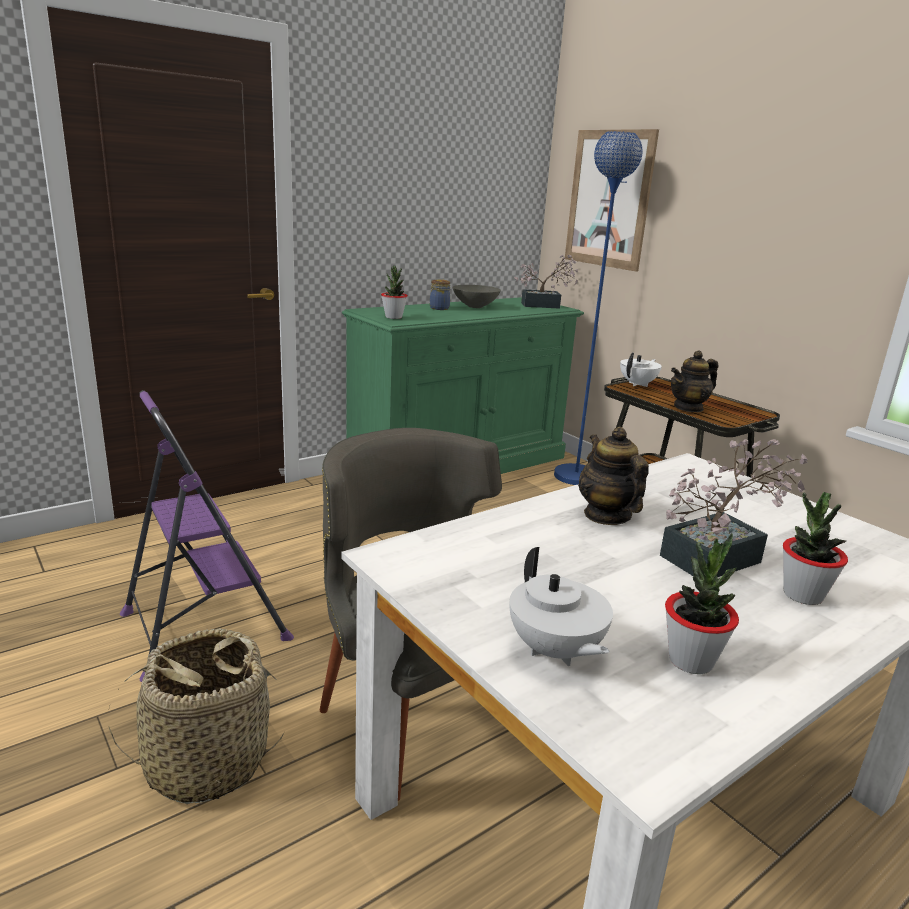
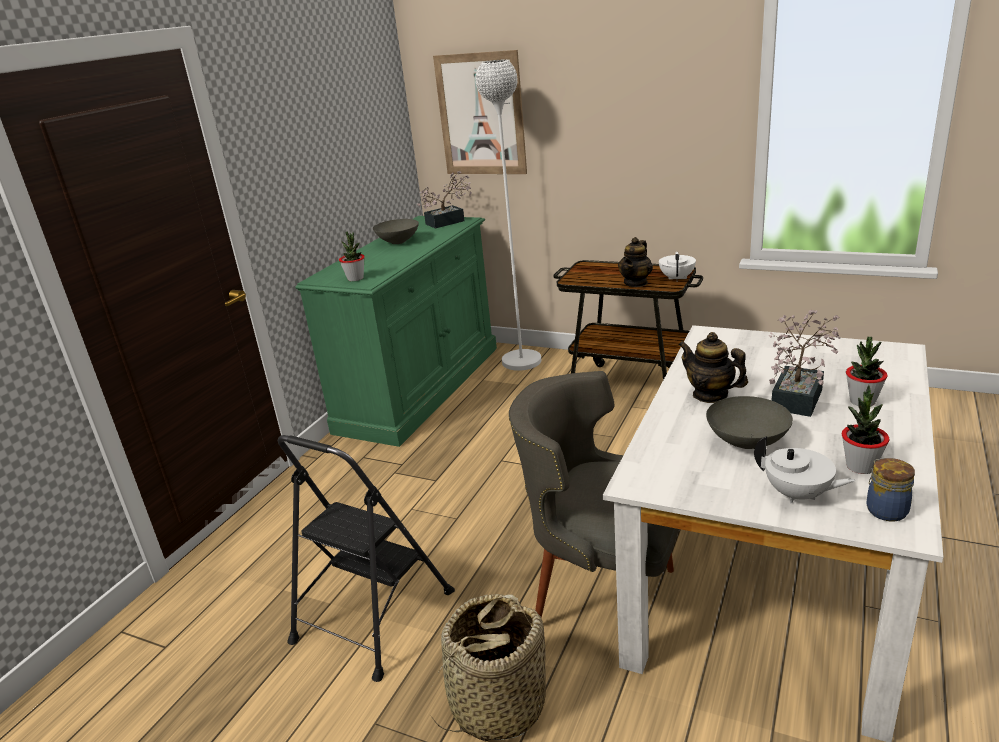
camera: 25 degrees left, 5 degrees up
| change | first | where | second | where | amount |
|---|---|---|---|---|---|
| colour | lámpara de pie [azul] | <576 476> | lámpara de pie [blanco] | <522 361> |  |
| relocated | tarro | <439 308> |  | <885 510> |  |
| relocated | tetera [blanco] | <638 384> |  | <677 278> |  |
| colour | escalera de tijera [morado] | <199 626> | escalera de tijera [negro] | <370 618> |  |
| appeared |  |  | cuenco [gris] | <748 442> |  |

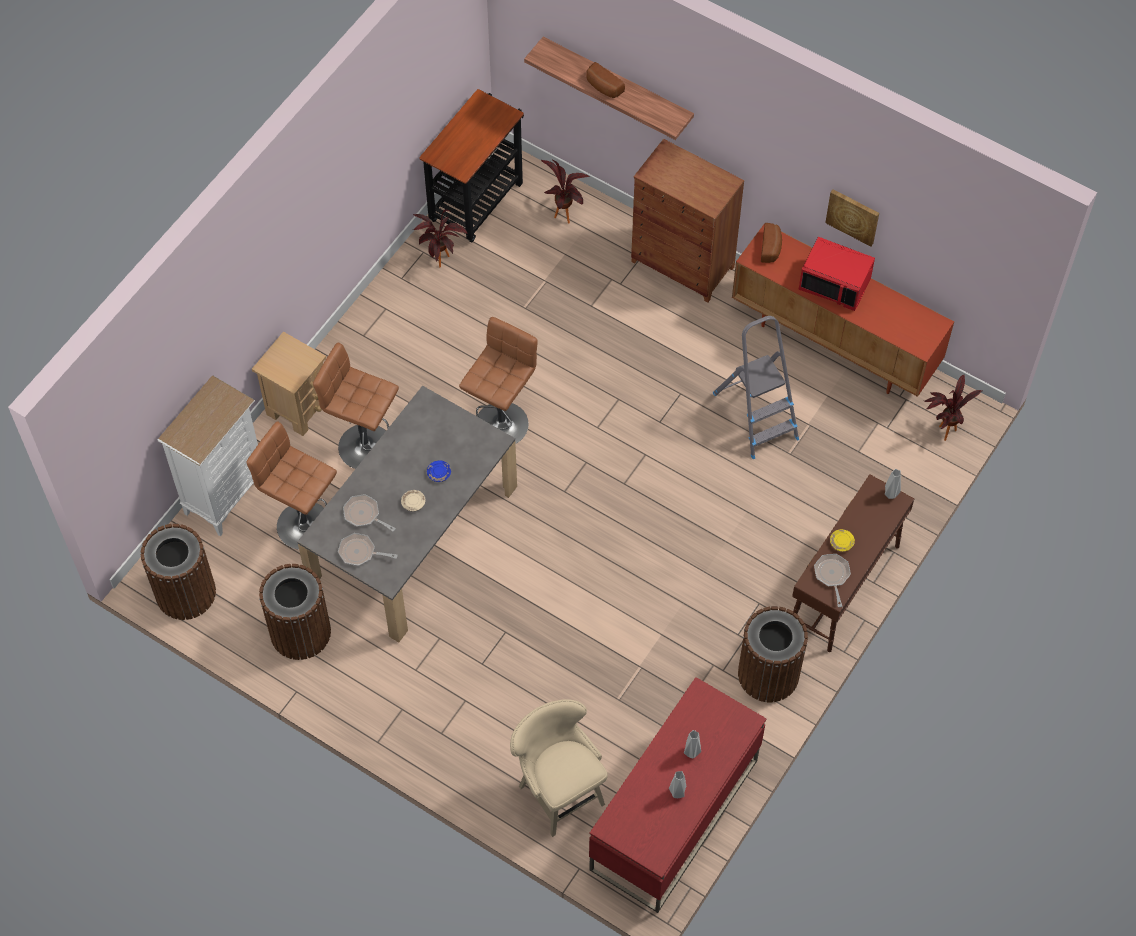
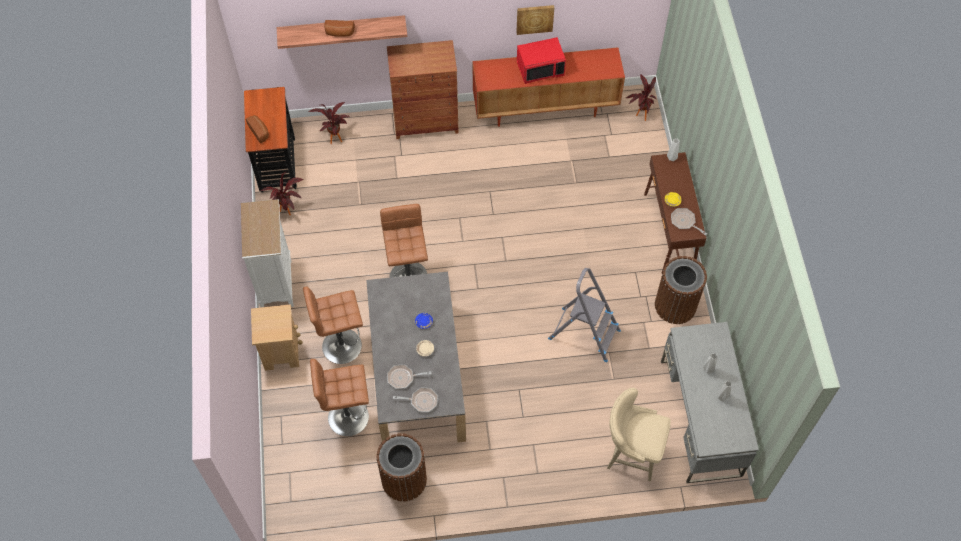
camera: 40 degrees left, 0 degrees up
| change | first | where | second | where | amount |
|---|---|---|---|---|---|
| relocated | pan | <771 248> |  | <259 131> |  |
| relocated | escalera de tijera [gris] | <756 416> |  | <585 335> |  |
| relocated | cómoda [blanco] | <228 496> |  | <277 283> |  |
| missing | papelera [marrón] | <186 592> |  |  |  |
| spun | sartén | <360 552> |  | <421 401> | 150 degrees counterclockwise |
| colour | escritorio [rojo] | <673 816> | escritorio [gris] | <700 418> |  |

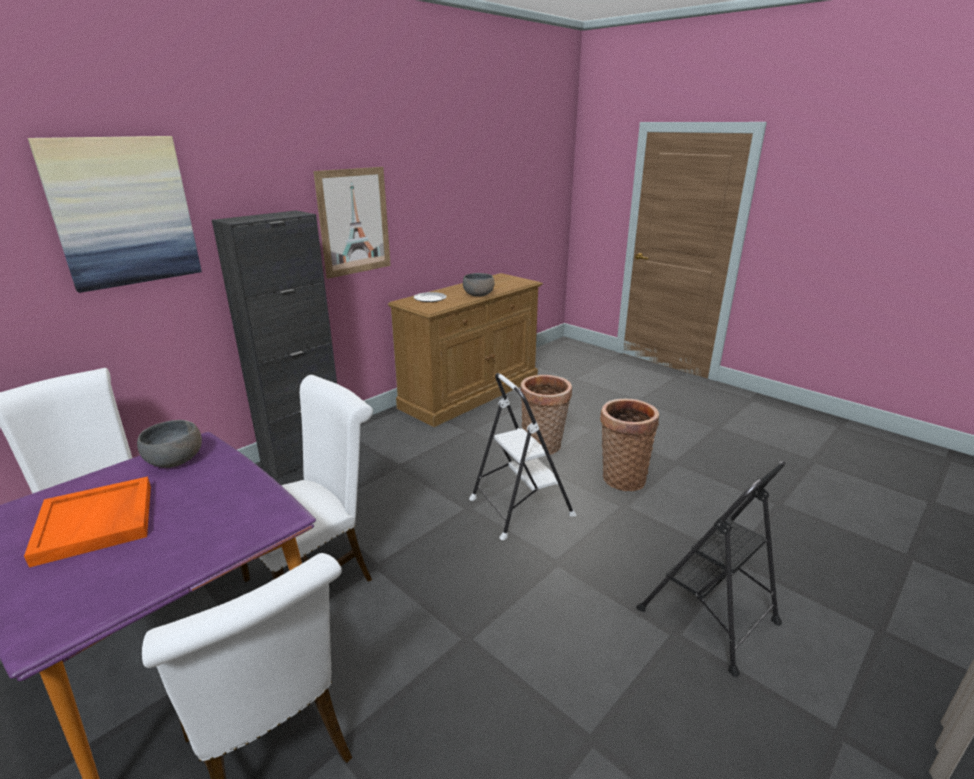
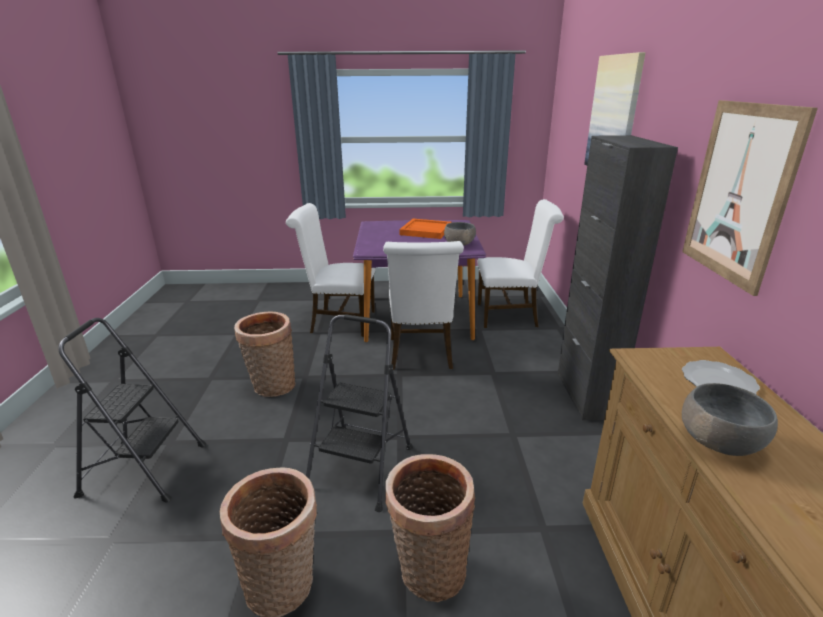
camera: 135 degrees right, 0 degrees up
| change | first | where | second | where | amount |
|---|---|---|---|---|---|
| colour | escalera de tijera [blanco] | <518 507> | escalera de tijera [negro] | <362 465> |  |
| appeared |  |  | cesta | <272 387> |  |

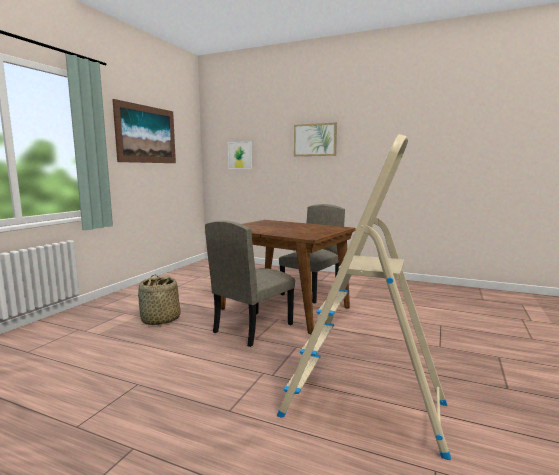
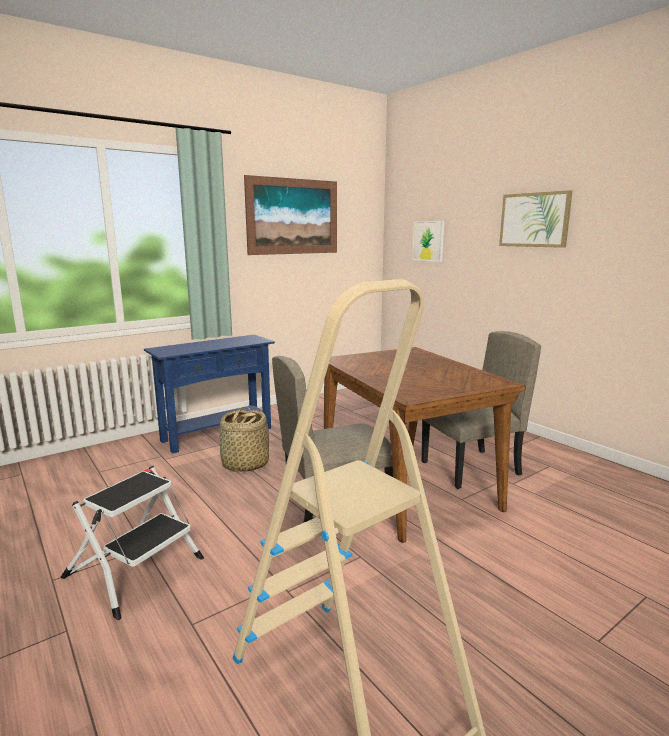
camera: 30 degrees right, 5 degrees up
| change | first | where | second | where | amount |
|---|---|---|---|---|---|
| appeared |  |  | mesa consola [azul] | <217 434> |  |
| appeared |  |  | escalera de tijera | <133 570> |  |

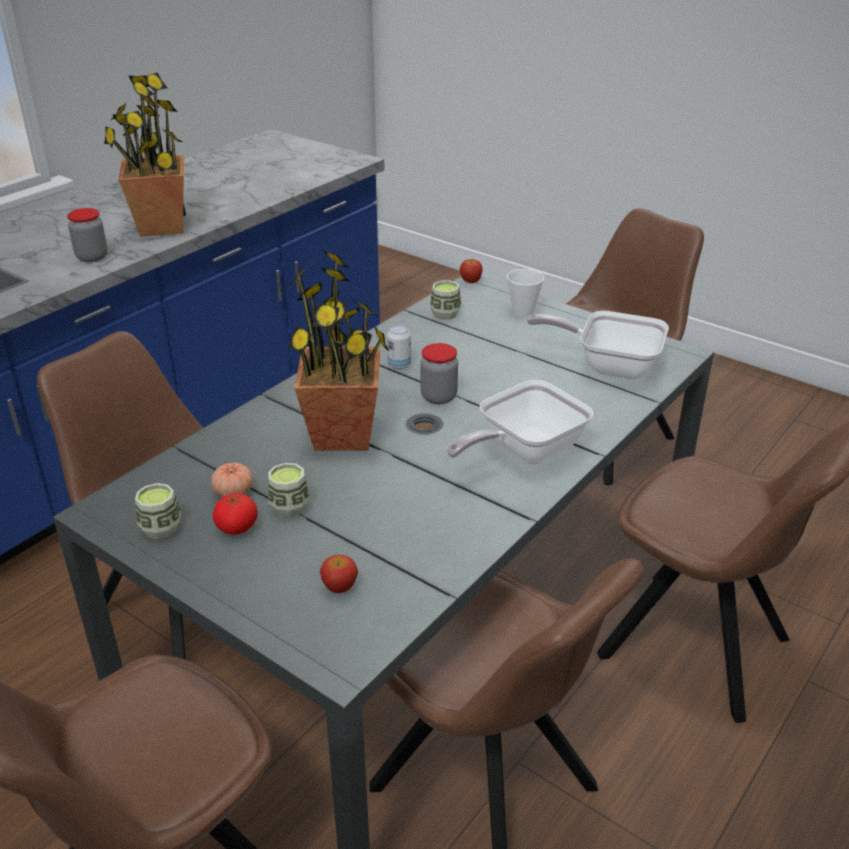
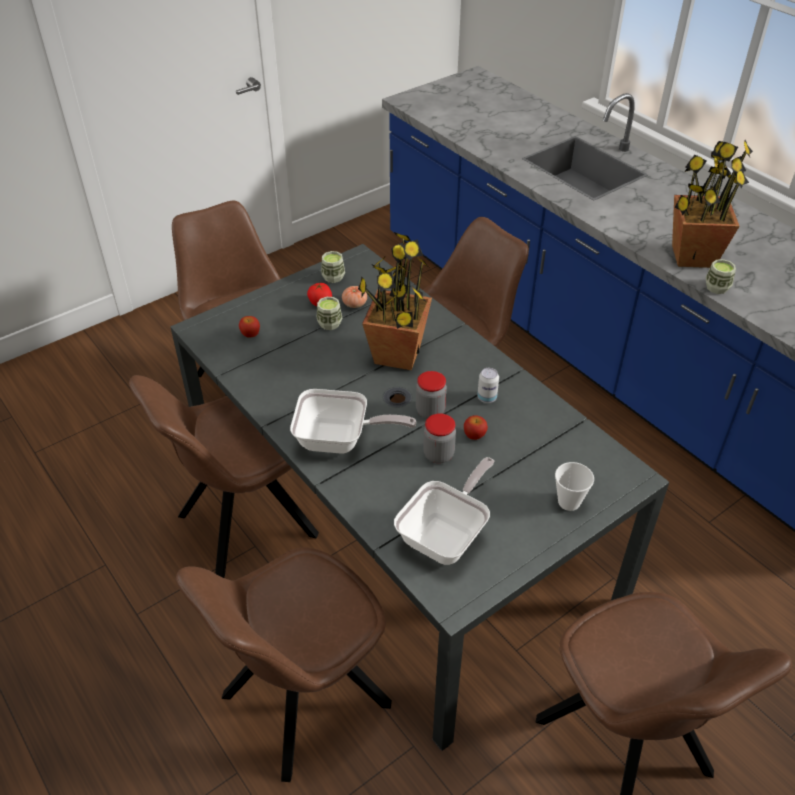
camera: 105 degrees right, 10 degrees up
| change | first | where | second | where | amount |
|---|---|---|---|---|---|
| relocated | tarro | <92 257> |  | <438 454> |  |
| relocated | manzana | <470 281> |  | <474 435> |  |
| relocated | taza | <445 314> |  | <716 288> |  |
| spun | sartén | <523 451> |  | <340 440> | 120 degrees clockwise |

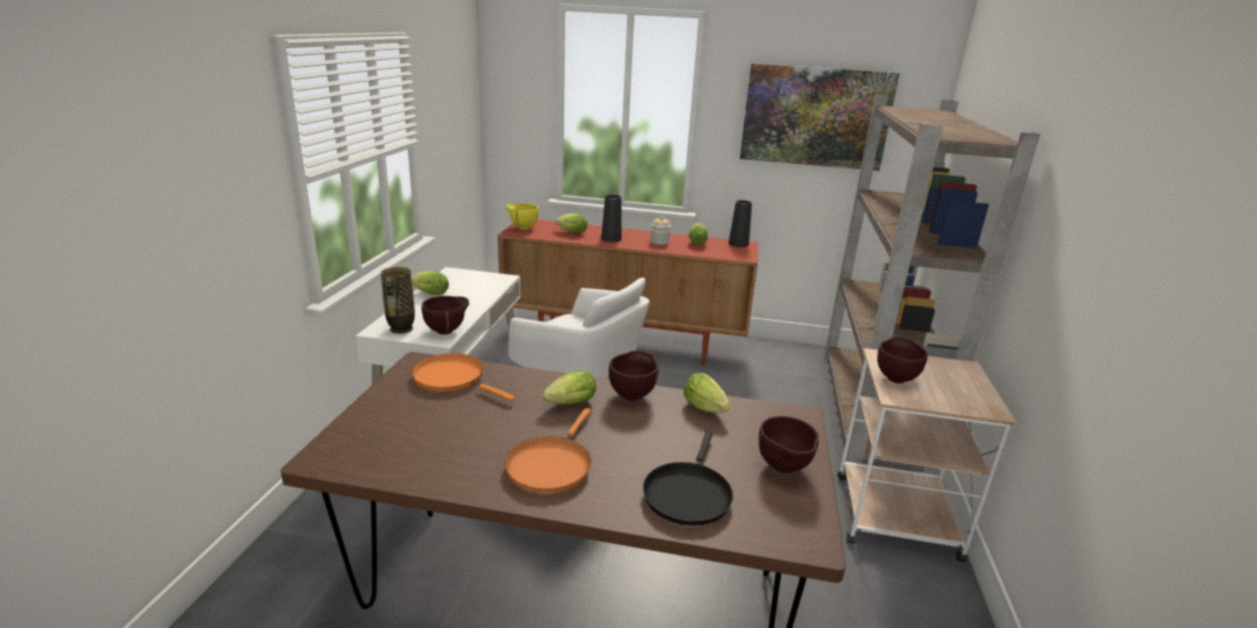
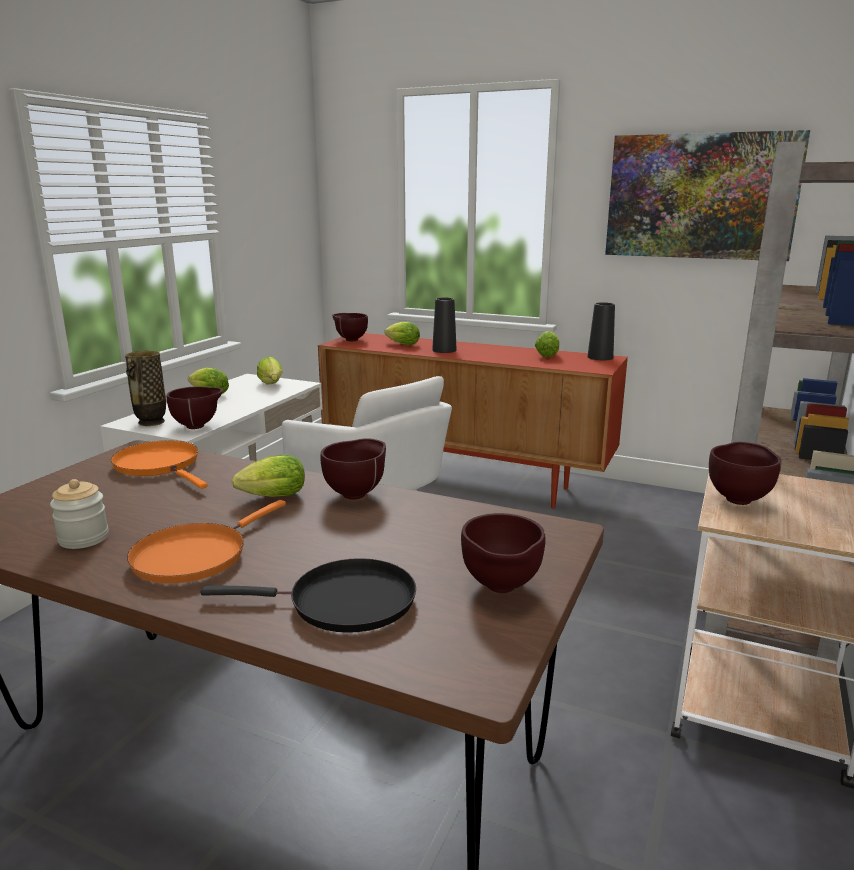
camera: 15 degrees right, 5 degrees down
| change | first | where | second | where | amount |
|---|---|---|---|---|---|
| colour | cuenco [amarillo] | <522 228> | cuenco [marrón] | <350 340> |  |
| relocated | tarro | <659 242> |  | <83 538> |  |
| relocated | lechuga | <706 409> |  | <272 385> |  |
| spun | sartén [negro] | <687 493> |  | <344 602> | 120 degrees counterclockwise |

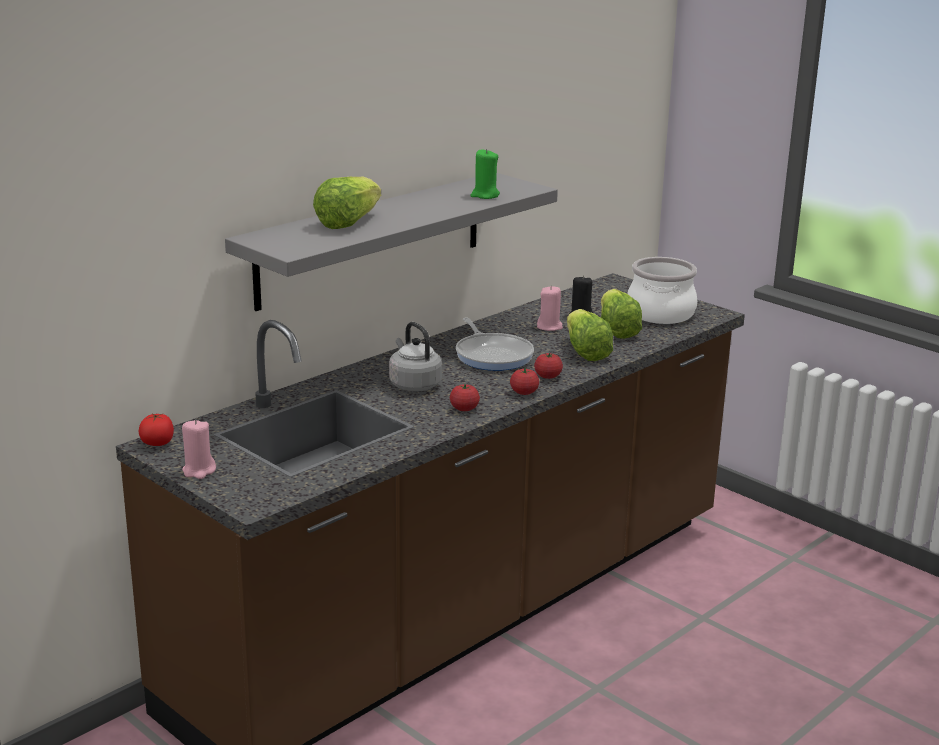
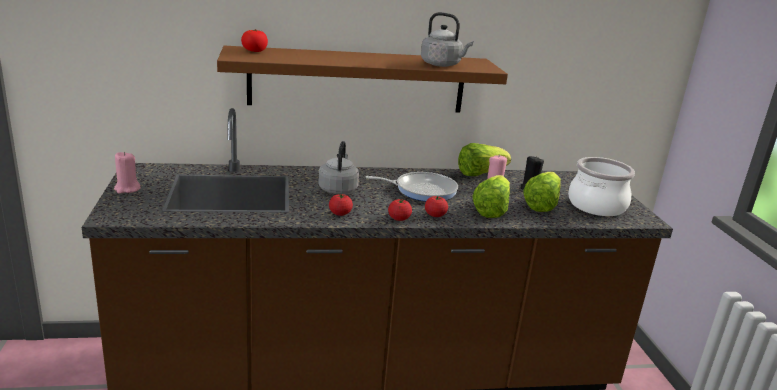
camera: 35 degrees right, 0 degrees up
| change | first | where | second | where | amount |
|---|---|---|---|---|---|
| exchanged | vela [verde] | <485 195> | hervidor [gris] | <442 65> |  |
| colour | estante [gris] | <371 239> | estante [marrón] | <358 80> |  |
| relocated | lechuga | <348 223> |  | <480 174> |  |
| spun | sartén | <493 355> |  | <422 190> | 105 degrees counterclockwise |
| relocated | tomate | <157 443> |  | <254 51> |  |

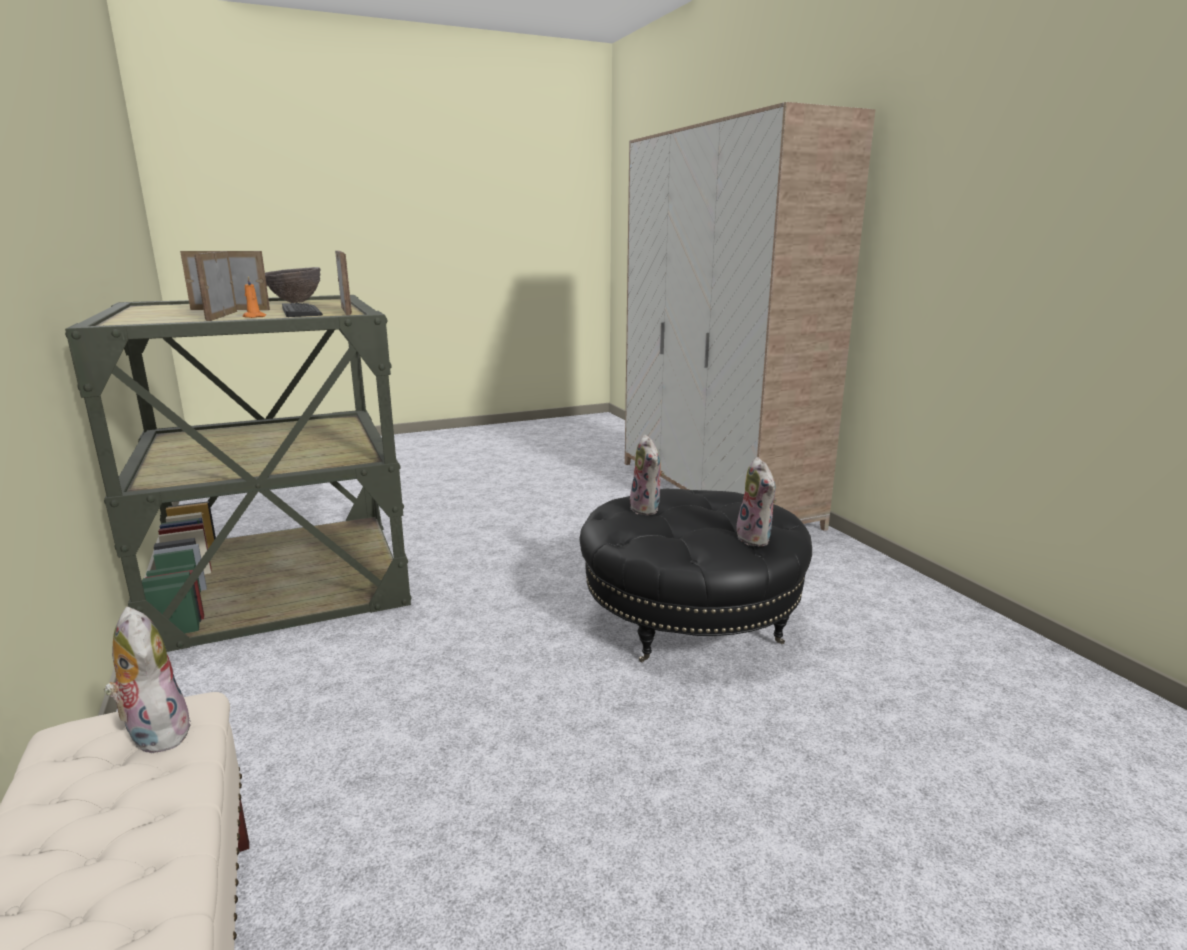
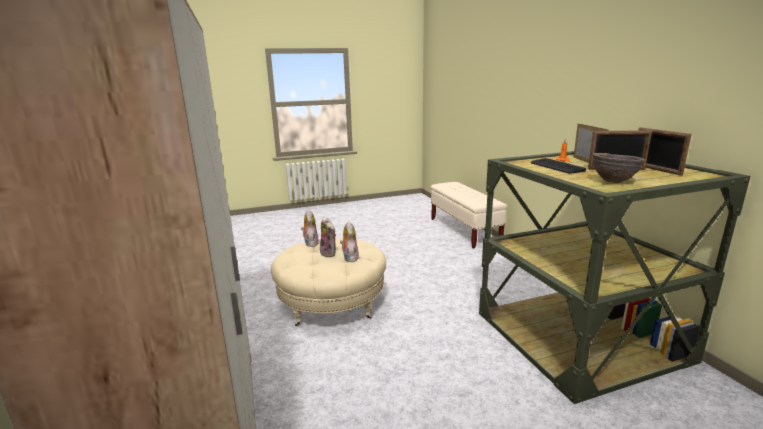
camera: 175 degrees left, 0 degrees up
| change | first | where | second | where | amount |
|---|---|---|---|---|---|
| relocated | portarretratos | <346 311> |  | <655 169> |  |
| colour | puf [negro] | <690 617> | puf [beis] | <332 303> |  |
| relocated | peluche | <154 733> |  | <329 253> |  |

